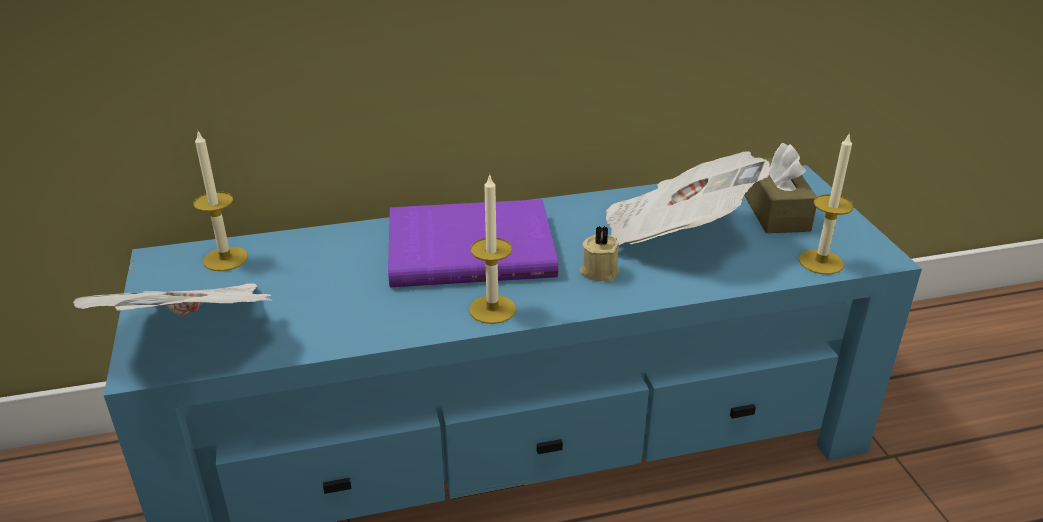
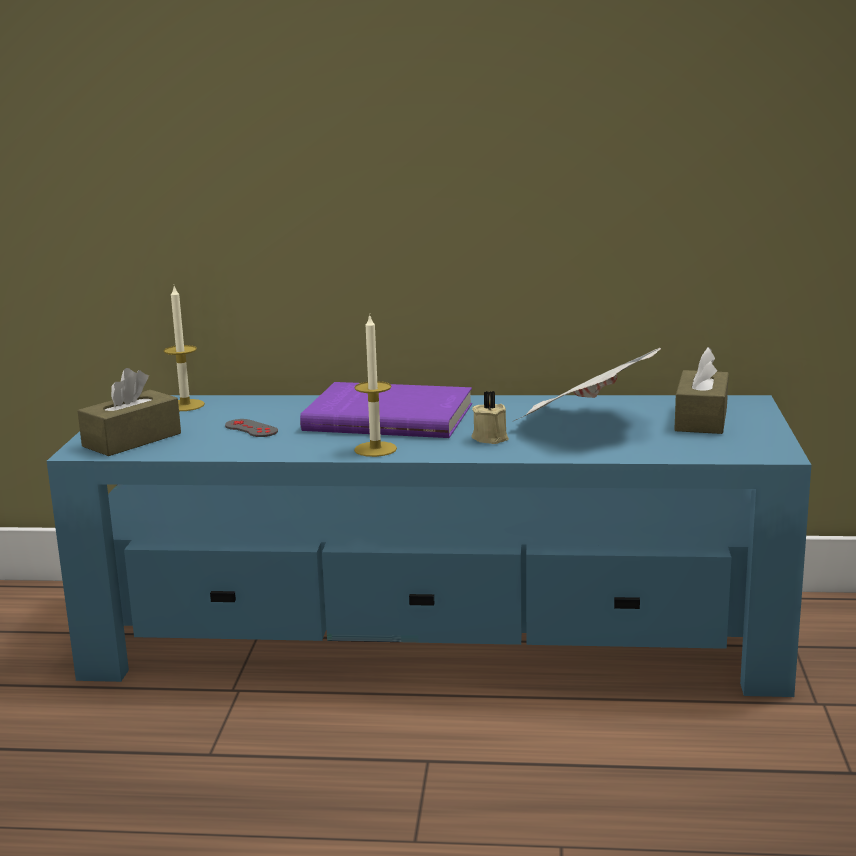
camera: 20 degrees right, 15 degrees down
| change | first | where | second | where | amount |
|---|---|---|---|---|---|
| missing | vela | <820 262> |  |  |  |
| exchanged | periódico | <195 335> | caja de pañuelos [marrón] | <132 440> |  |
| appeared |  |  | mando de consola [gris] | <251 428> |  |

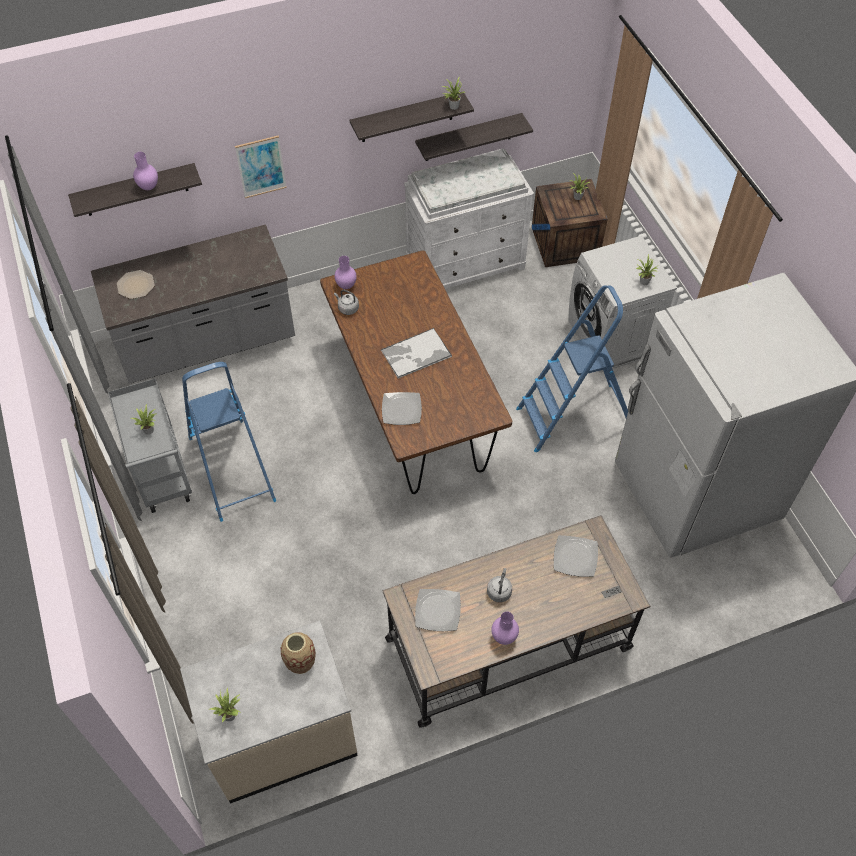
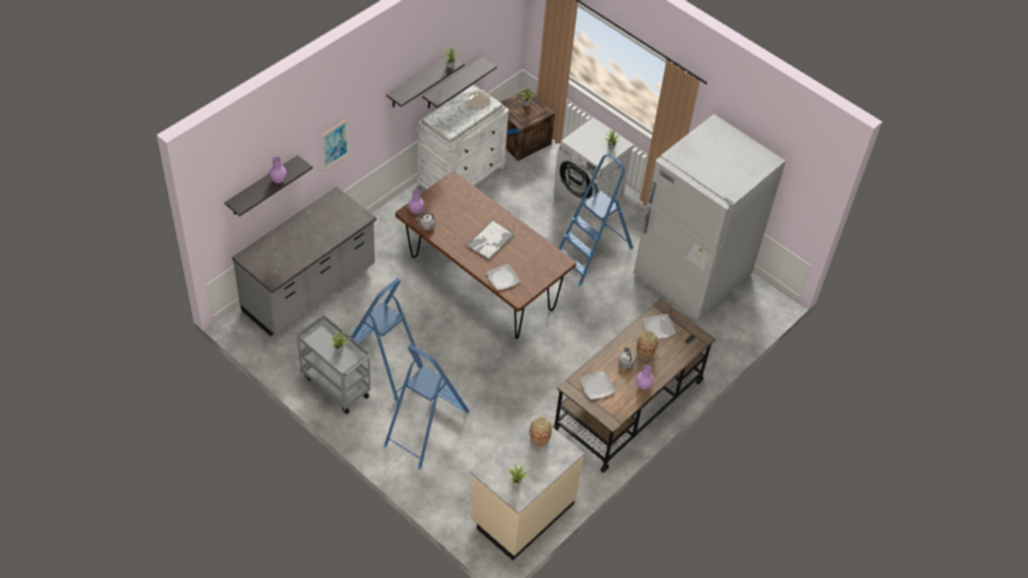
camera: 30 degrees left, 5 degrees down
| change | first | where | second | where | amount |
|---|---|---|---|---|---|
| relocated | plato | <136 285> |  | <477 100> |  |
| appeared |  |  | florero | <645 353> |  |
| appeared |  |  | escalera de tijera [azul] | <427 428> |  |

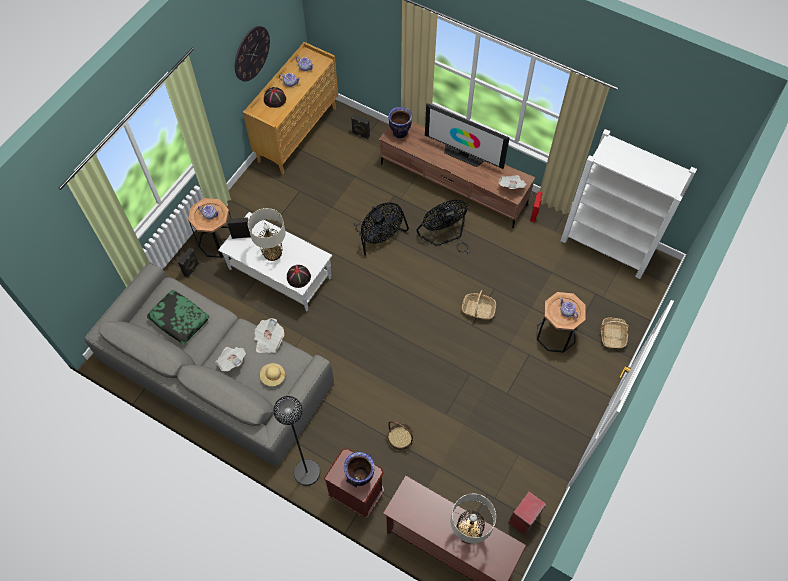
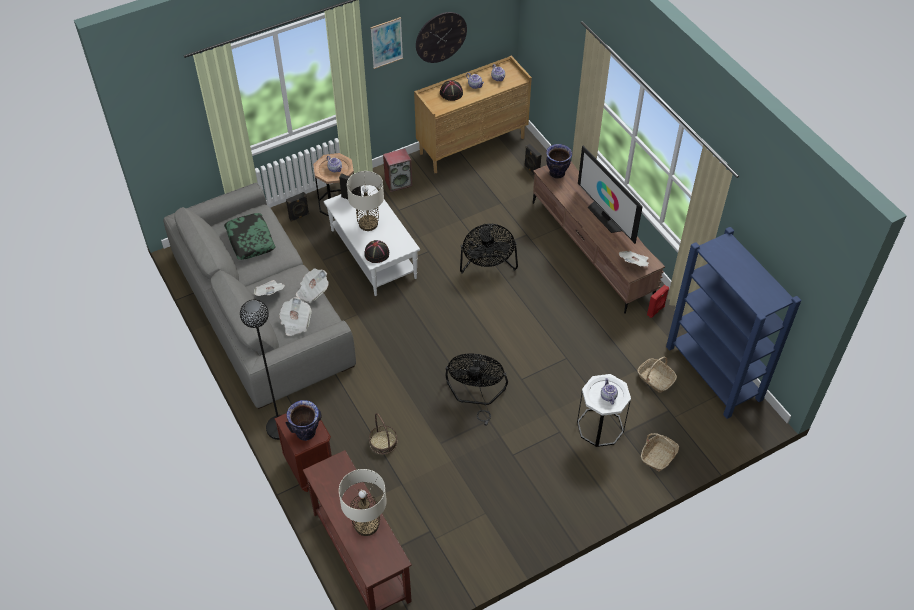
camera: 30 degrees right, 10 degrees down
| change | first | where | second | where | amount |
|---|---|---|---|---|---|
| colour | estantería [blanco] | <607 245> | estantería [azul] | <714 373> |  |
| relocated | ventilador [negro] | <447 235> |  | <476 396> |  |
| relocated | cesta | <478 310> |  | <655 379> |  |
| colour | mesa auxiliar [marrón] | <556 334> | mesa auxiliar [blanco] | <600 427> |  |
| exchanged | sombrero [beis] | <273 377> | periódico | <295 323> |  |
| relocated | altavoz | <523 518> |  | <398 183> |  |
| appeared |  |  | cuadro | <386 43> |  |

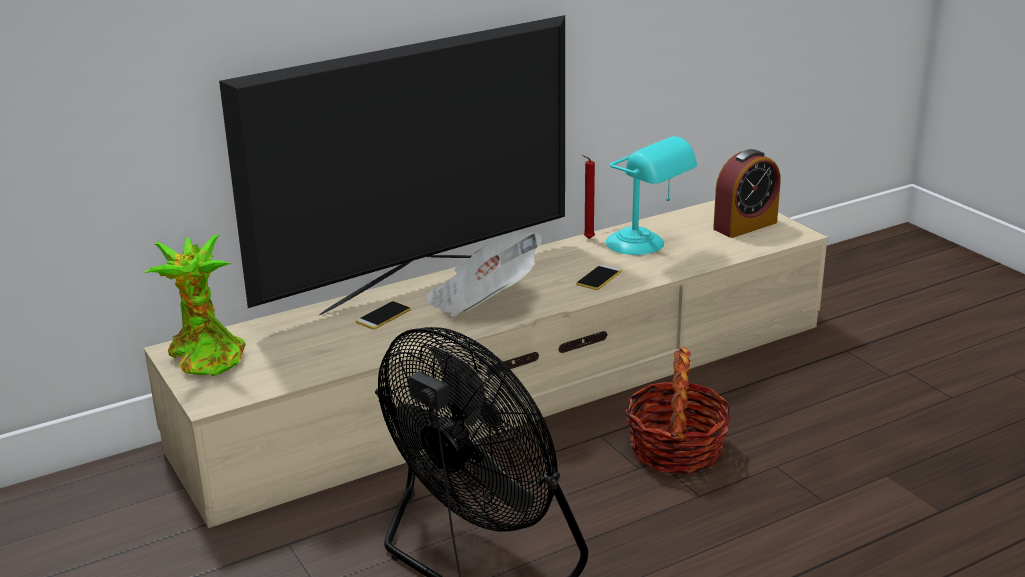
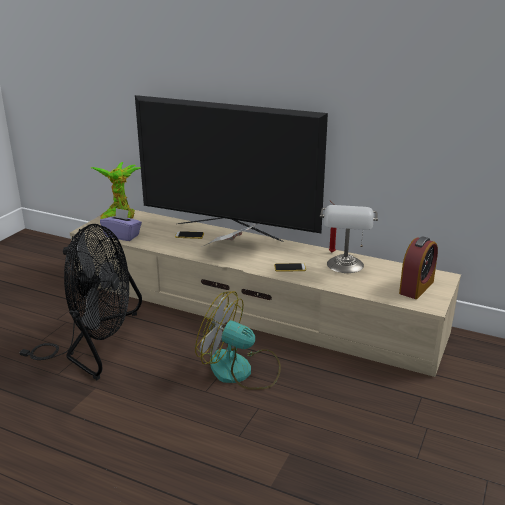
camera: 55 degrees right, 0 degrees up
| change | first | where | second | where | amount |
|---|---|---|---|---|---|
| colour | lámpara de mesa [turquesa] | <646 245> | lámpara de mesa [blanco] | <346 268> |  |
| spun | despertador | <745 226> |  | <416 287> | 75 degrees counterclockwise |
| exchanged | cesta | <676 450> | ventilador | <241 370> |  |
| appeared |  |  | caja de pañuelos [morado] | <122 236> |  |

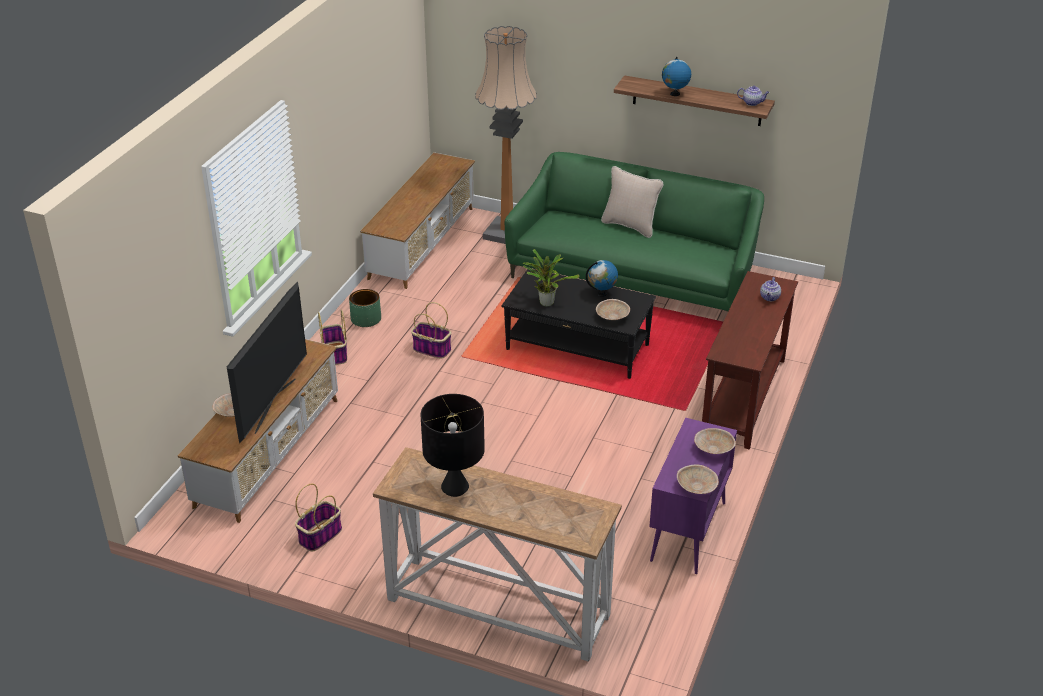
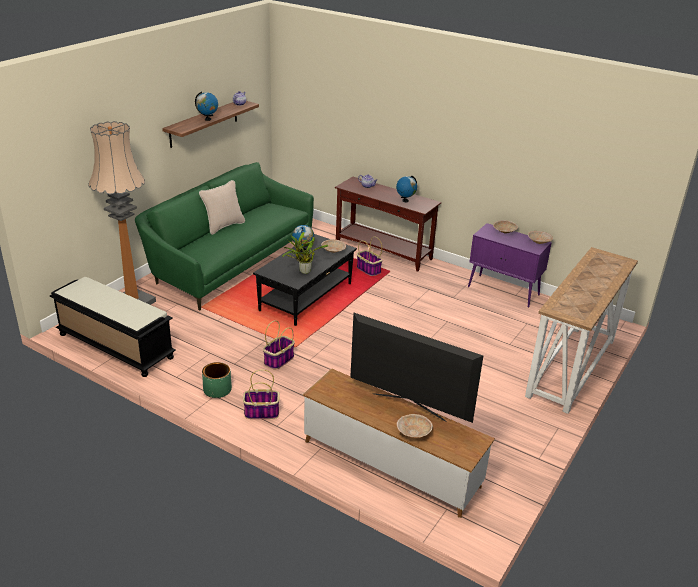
camera: 80 degrees left, 5 degrees down
| change | first | where | second | where | amount |
|---|---|---|---|---|---|
| exchanged | mueble de televisión | <422 243> | banco [negro] | <114 346> |  |
| missing | lámpara de mesa [negro] | <455 489> |  |  |  |
| relocated | cesta | <320 535> |  | <368 270> |  |
| appeared |  |  | globo terráqueo | <405 200> |  |

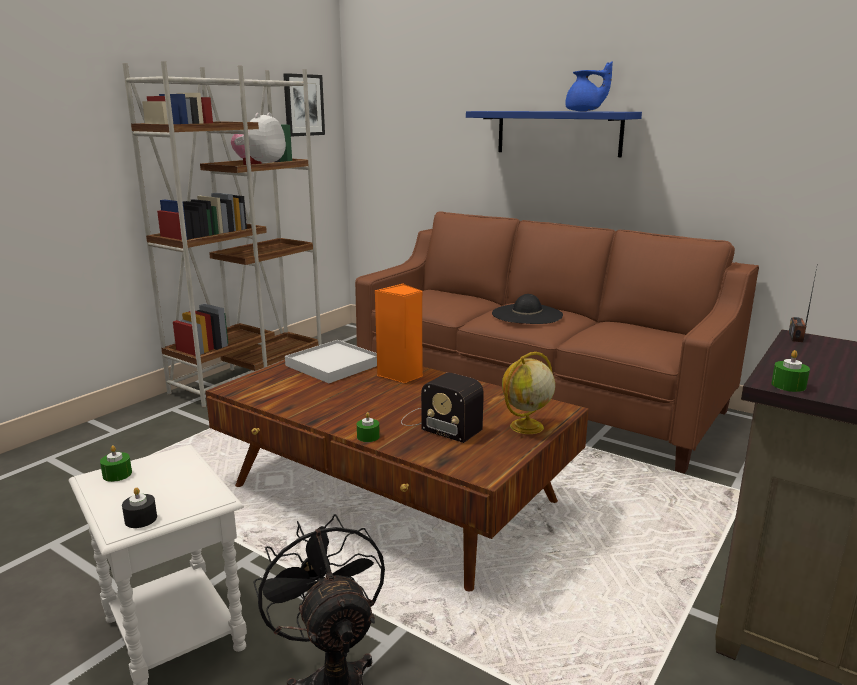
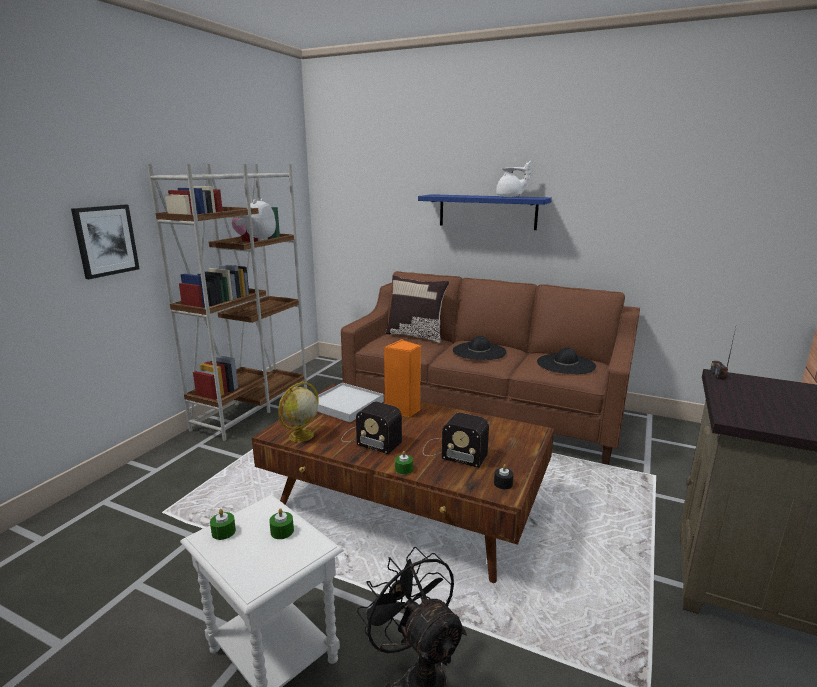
camera: 10 degrees left, 0 degrees up
| change | first | where | second | where | amount |
|---|---|---|---|---|---|
| colour | tetera [azul] | <584 111> | tetera [blanco] | <510 197> |  |
| relocated | cuadro | <303 105> |  | <105 240> |  |
| relocated | vela [verde] | <788 385> |  | <282 531> |  |
| relocated | globo terráqueo | <526 427> |  | <301 436> |  |
| relocated | vela [negro] | <141 519> |  | <503 483> |  |
| appeared |  |  | cojín | <416 336> |  |
| appeared |  |  | sombrero [negro] | <566 364> |  |
| appeared |  |  | radio | <369 439> |  |

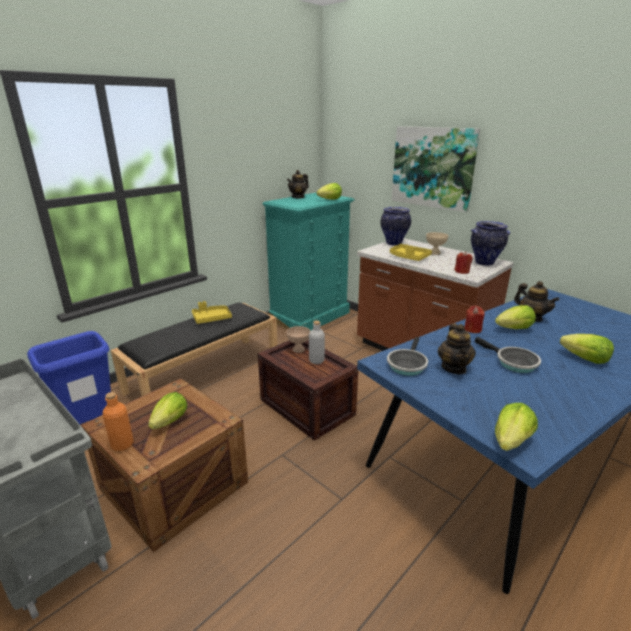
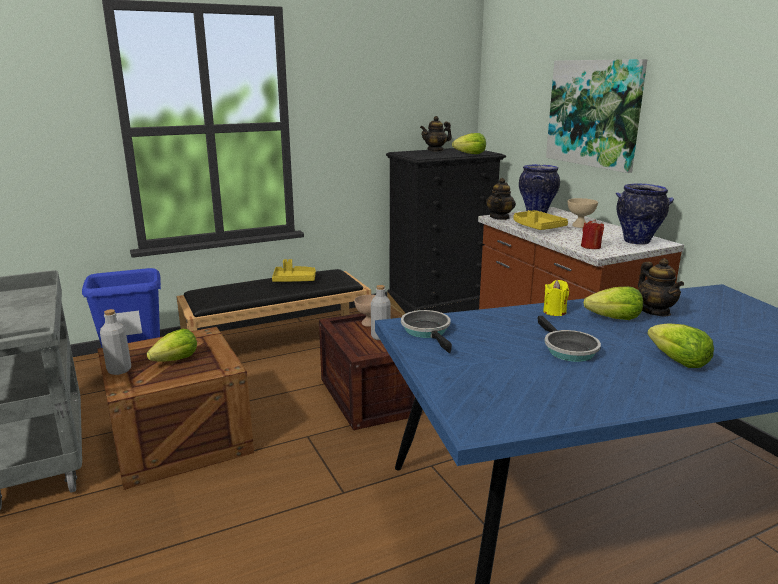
camera: 20 degrees right, 5 degrees down
| change | first | where | second | where | amount |
|---|---|---|---|---|---|
| colour | cómoda [turquesa] | <310 316> | cómoda [negro] | <441 305> |  |
| colour | vela [rojo] | <472 329> | vela [amarillo] | <554 312> |  |
| relocated | tetera | <454 368> |  | <500 217> |  |
| spun | sartén | <407 364> |  | <427 331> | 120 degrees clockwise |
| colour | botella [naranja] | <122 444> | botella [gris] | <119 370> |  |
| missing | lechuga | <511 441> |  |  |  |

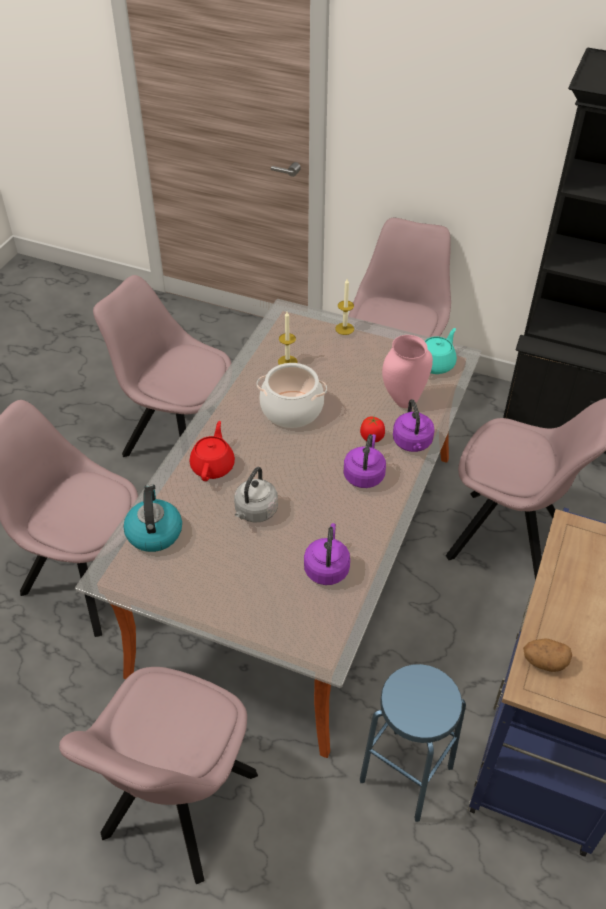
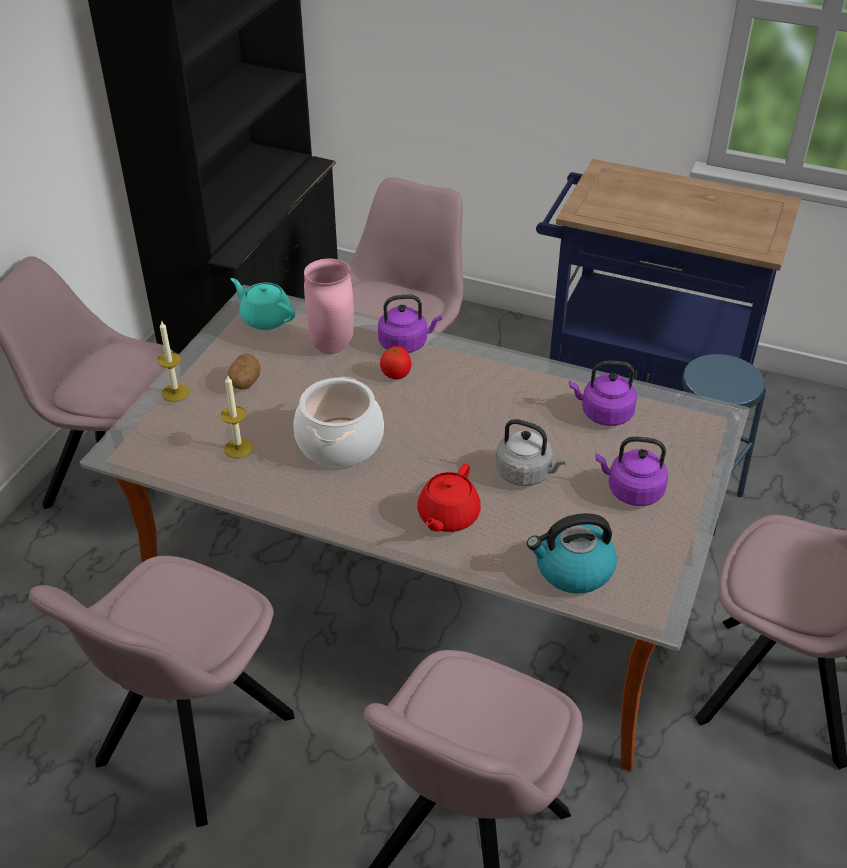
camera: 90 degrees left, 5 degrees down
| change | first | where | second | where | amount |
|---|---|---|---|---|---|
| spun | tetera [rojo] | <213 466> |  | <447 517> | 75 degrees counterclockwise |
| relocated | hervidor [morado] | <364 474> |  | <631 491> |  |
| relocated | patata | <544 662> |  | <245 383> |  |

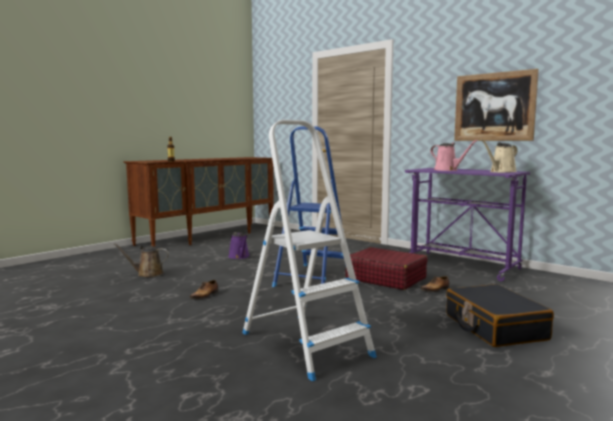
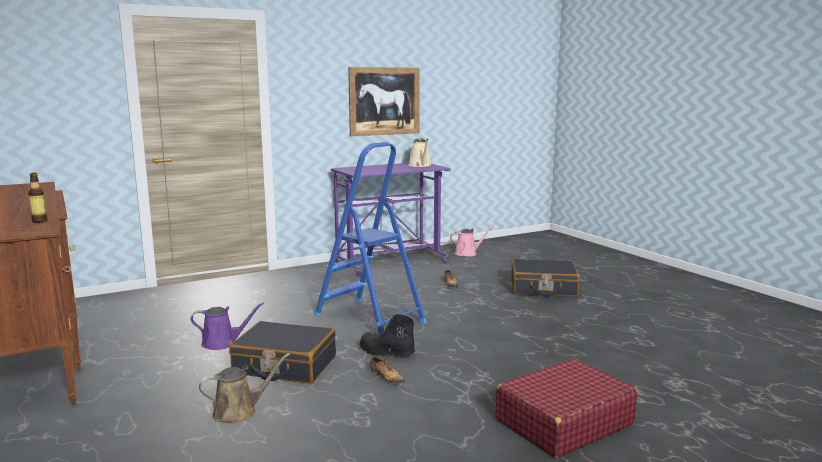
camera: 70 degrees left, 5 degrees up
| change | first | where | second | where | amount |
|---|---|---|---|---|---|
| missing | escalera de tijera [blanco] | <306 344> |  |  |  |
| relocated | regadera [rosa] | <447 170> |  | <467 253> |  |
| spun | regadera [marrón] | <147 274> |  | <239 411> | 135 degrees counterclockwise |
| relocated | maleta [rojo] | <385 278> |  | <563 422> |  |
| appeared |  |  | bota [negro] | <386 352> |  |
| appeared |  |  | maleta [negro] | <284 365> |  |

